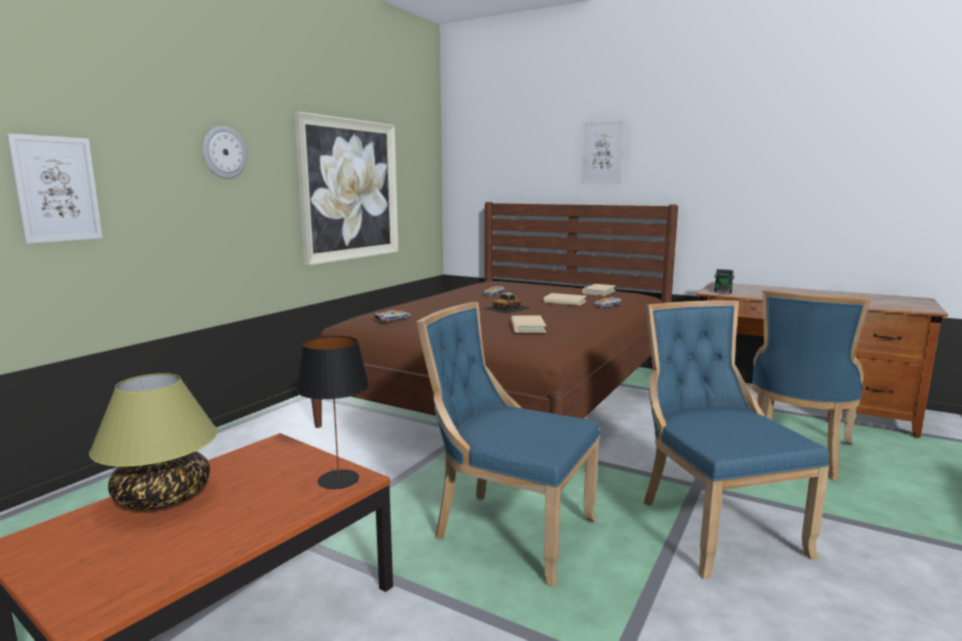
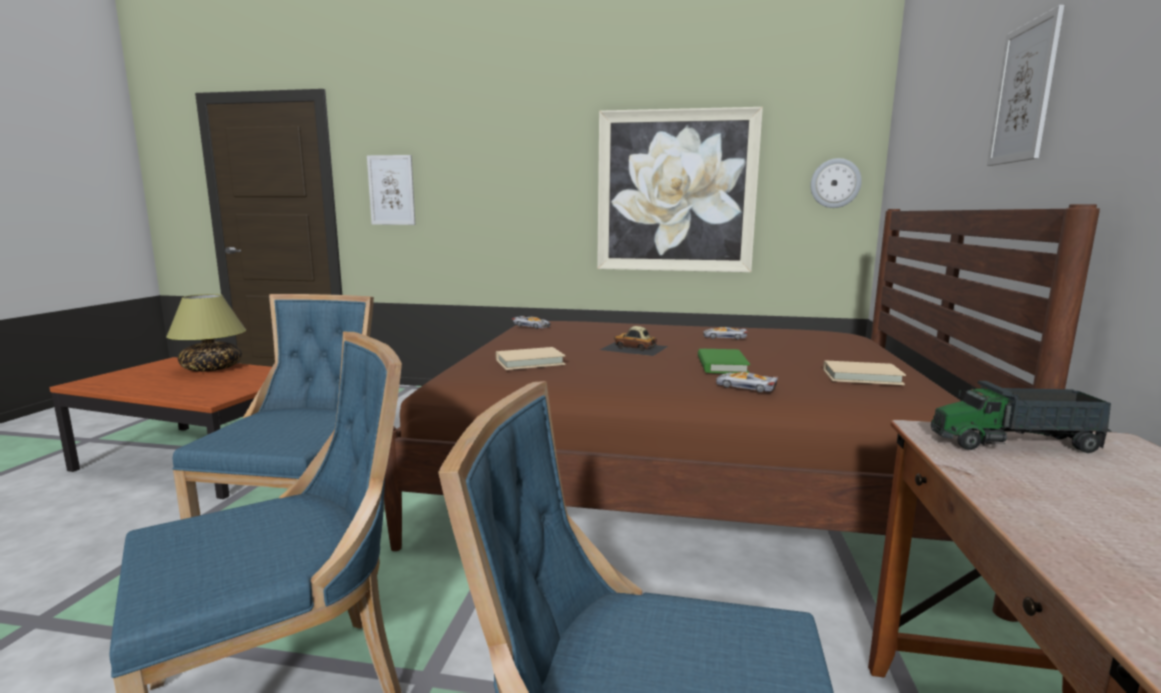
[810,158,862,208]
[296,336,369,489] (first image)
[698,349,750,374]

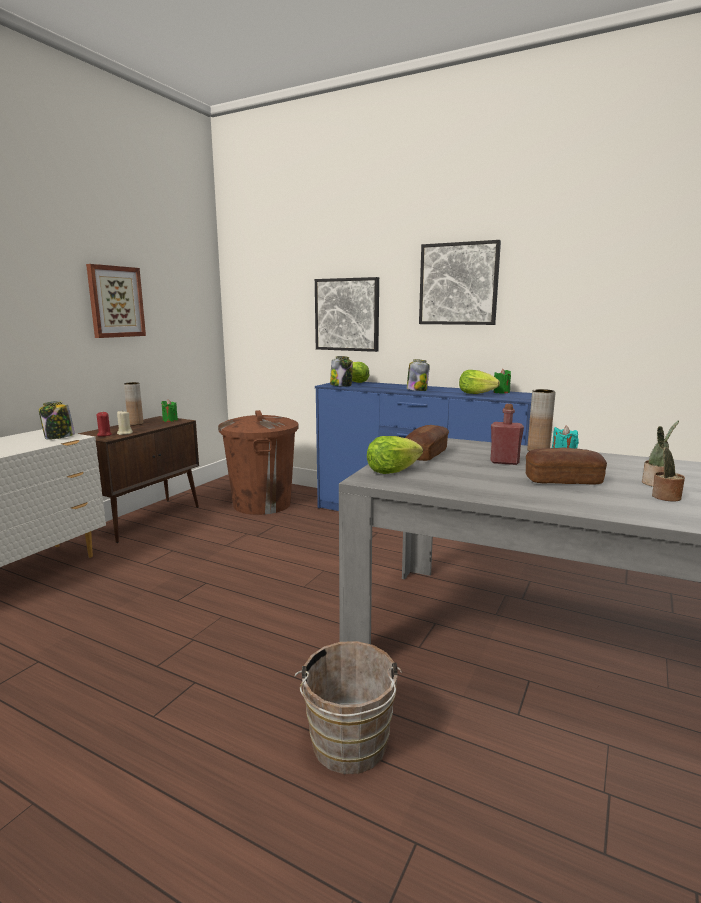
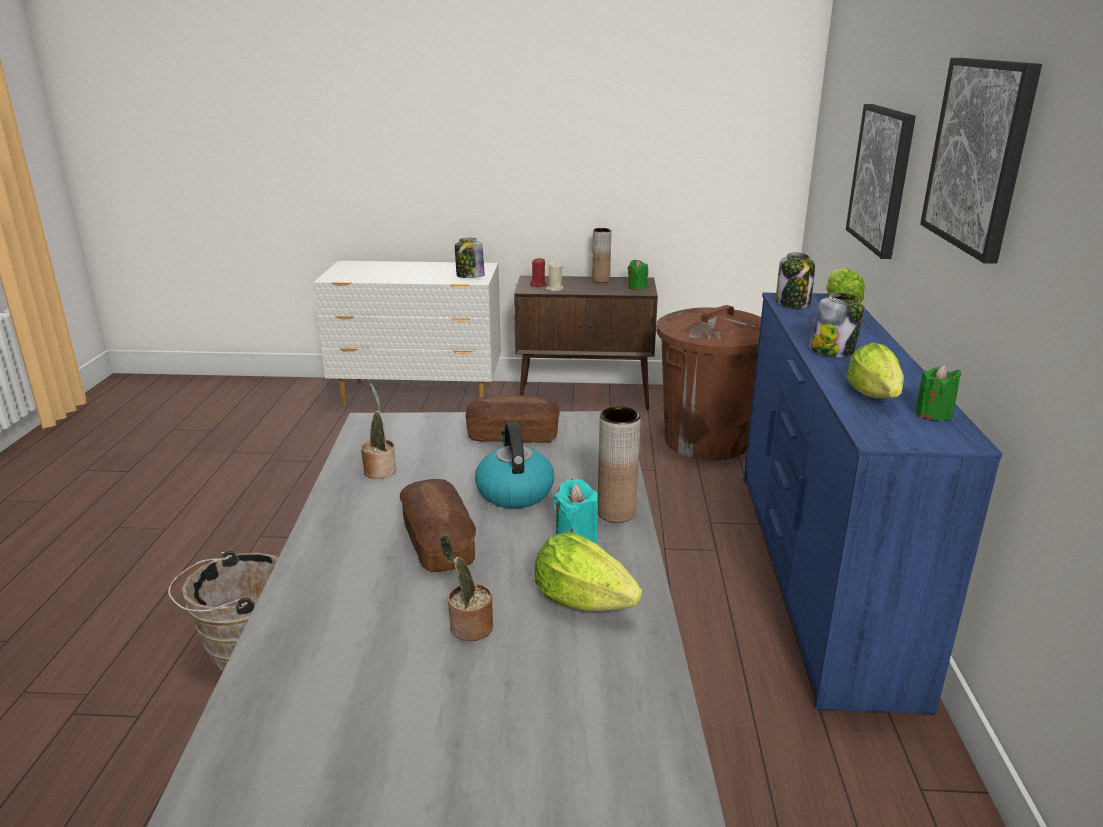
[86,264,146,338] (first image)
[535,532,642,611]
[475,421,554,508]
[361,382,396,479]

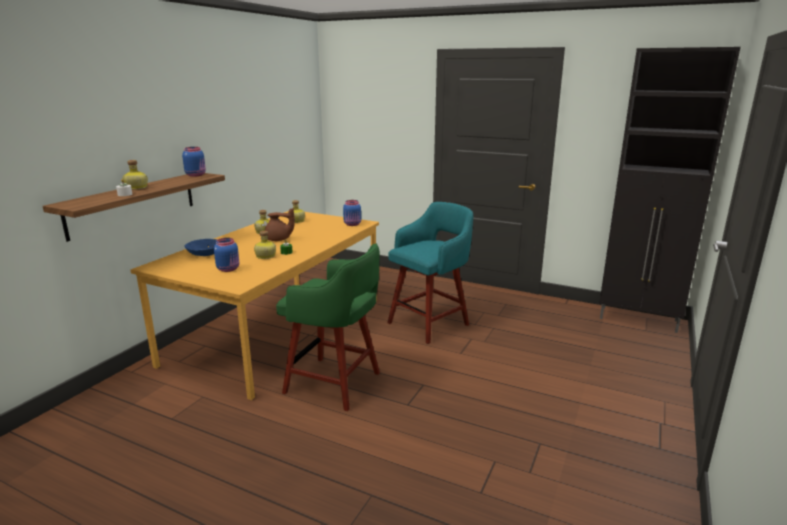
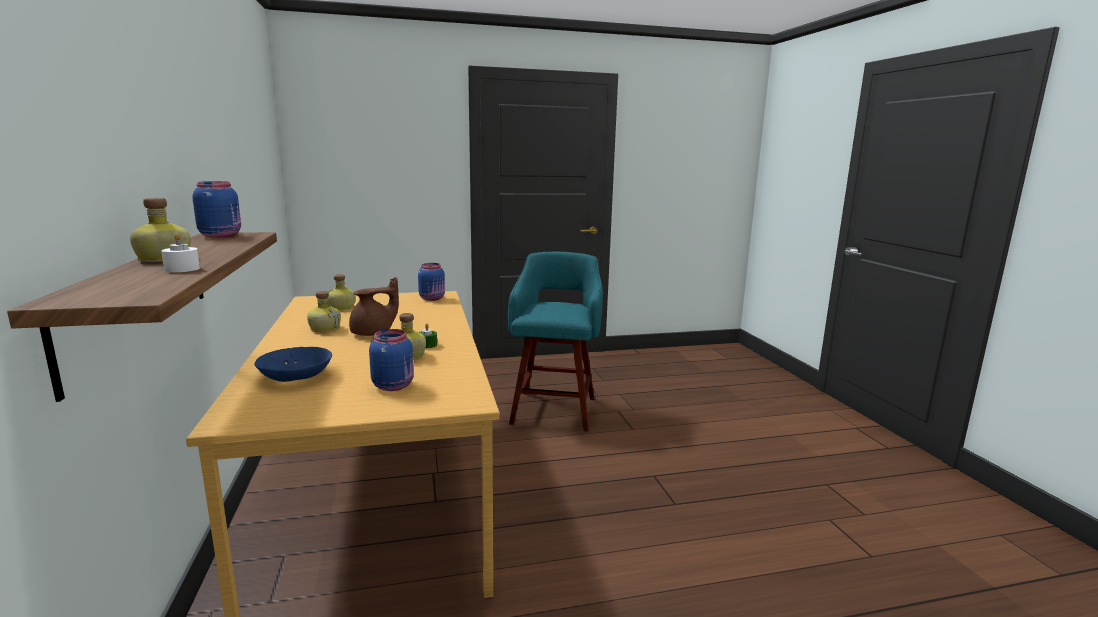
[276,243,380,411] (first image)
[599,47,741,333] (first image)

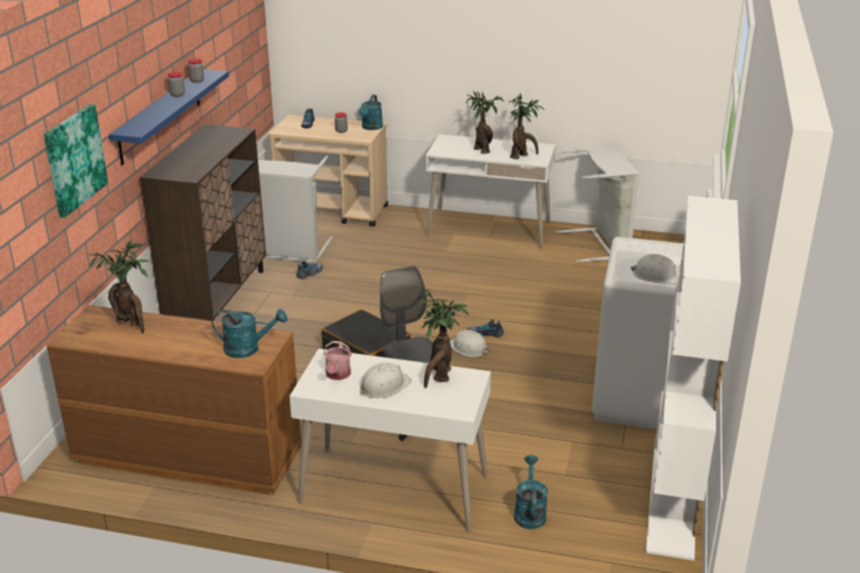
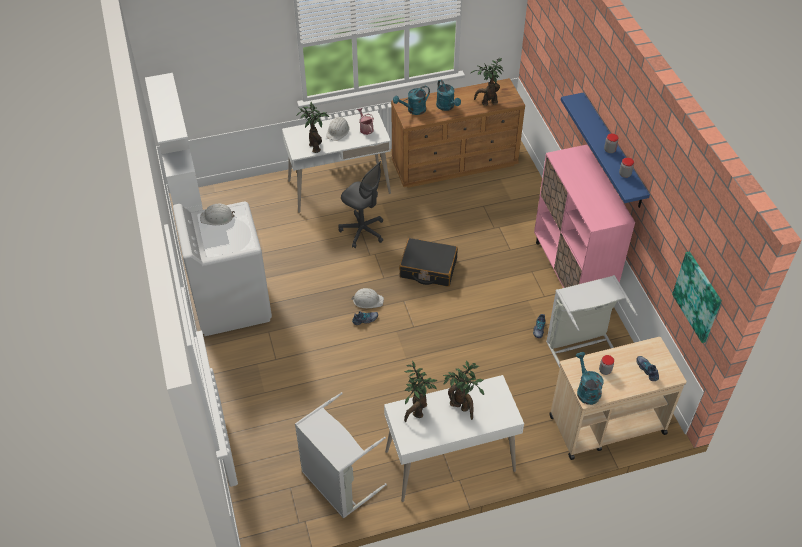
[672,251,722,343]
[534,145,635,288]
[436,80,461,111]

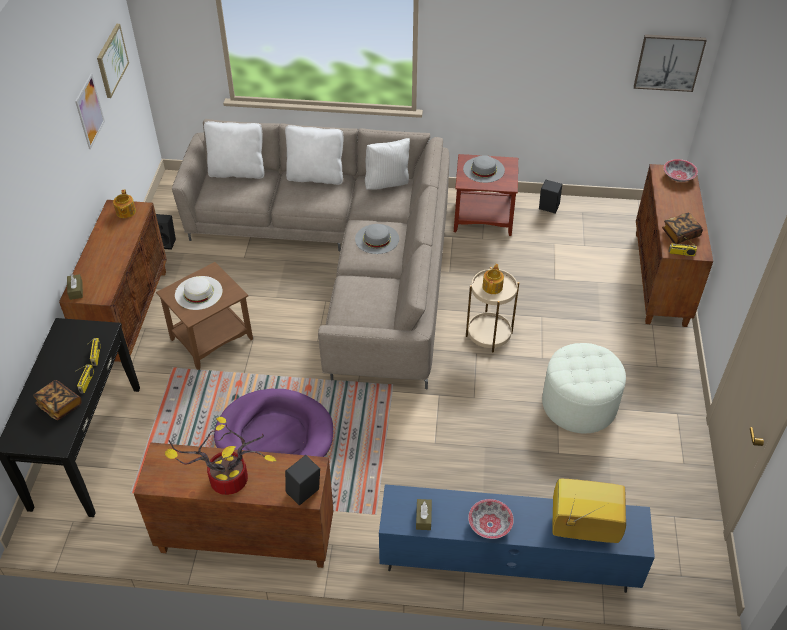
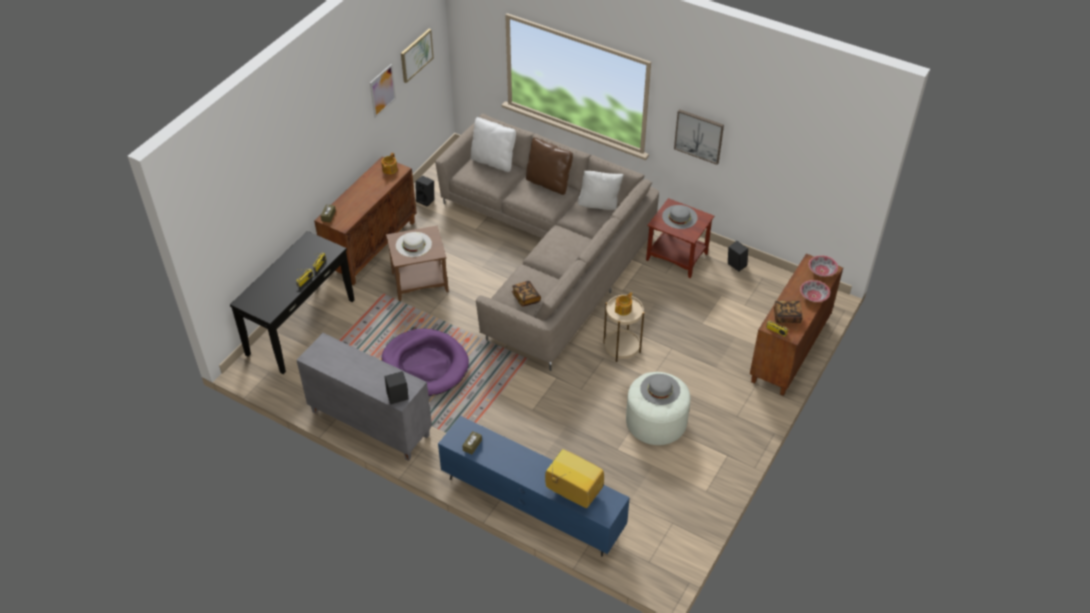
[512,281,541,307]
[297,333,432,461]
[165,417,277,495] (first image)
[526,138,573,195]
[640,374,680,405]
[800,280,830,302]
[674,109,724,165]

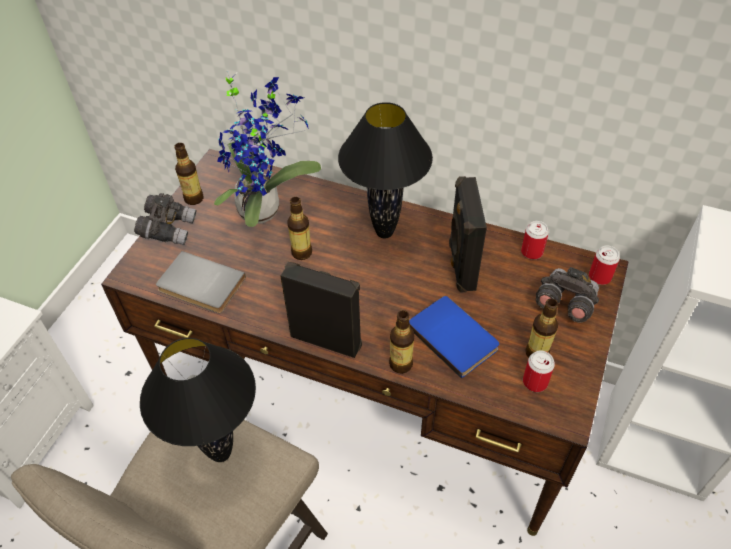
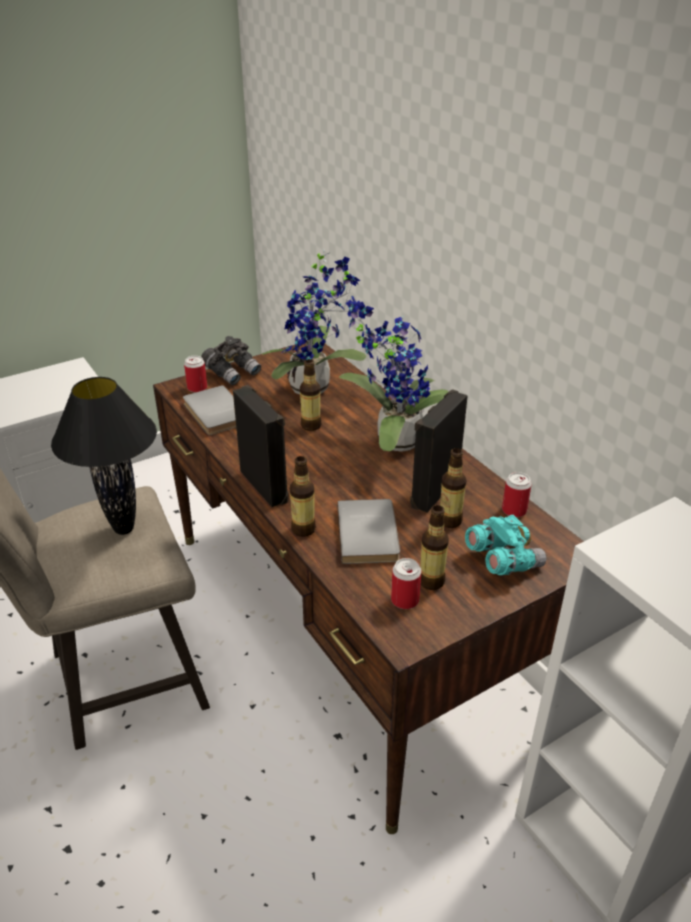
[440,448,466,528]
[339,300,449,452]
[337,499,400,564]
[465,515,547,575]
[184,356,207,393]

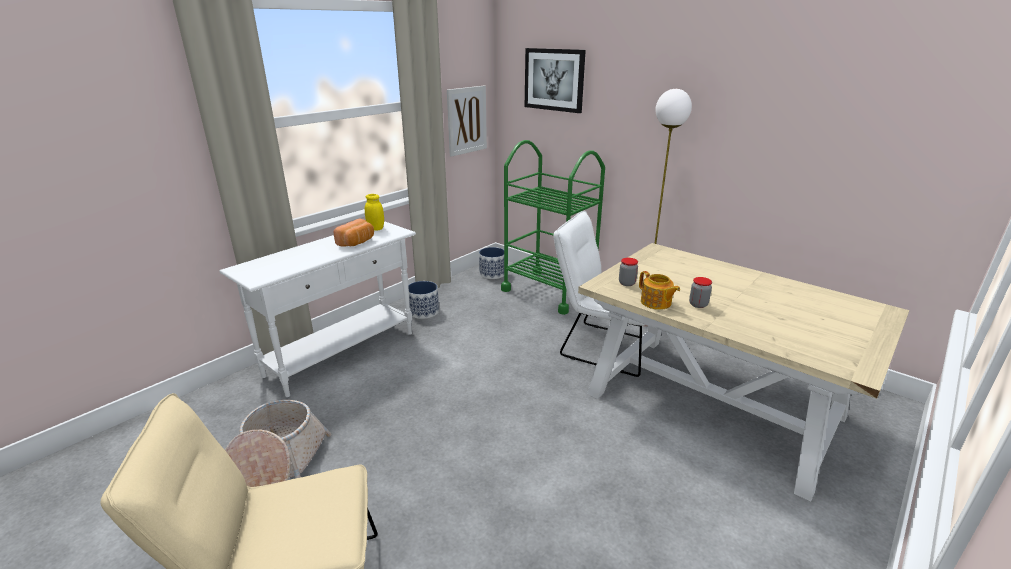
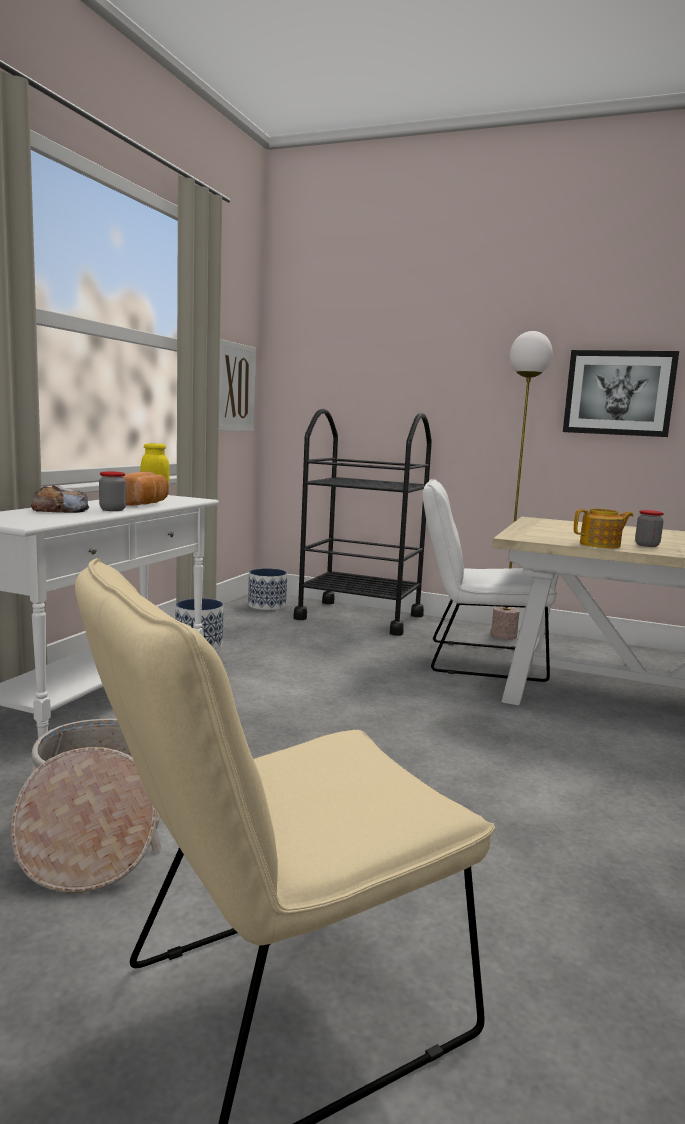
[293,409,432,636]
[563,350,679,437]
[99,471,127,511]
[574,509,634,548]
[31,485,89,513]

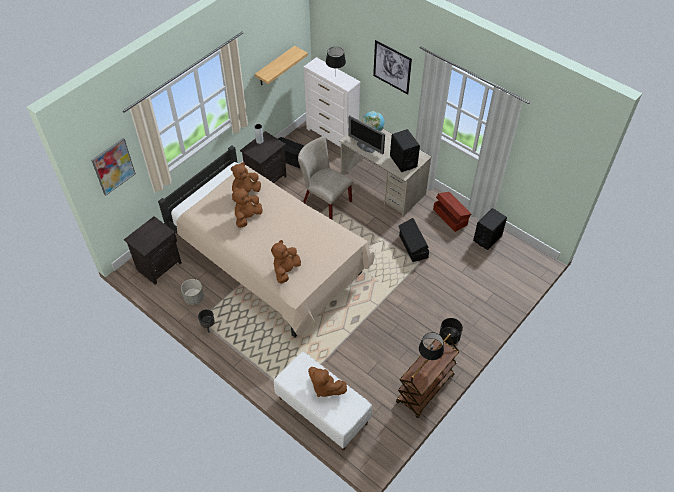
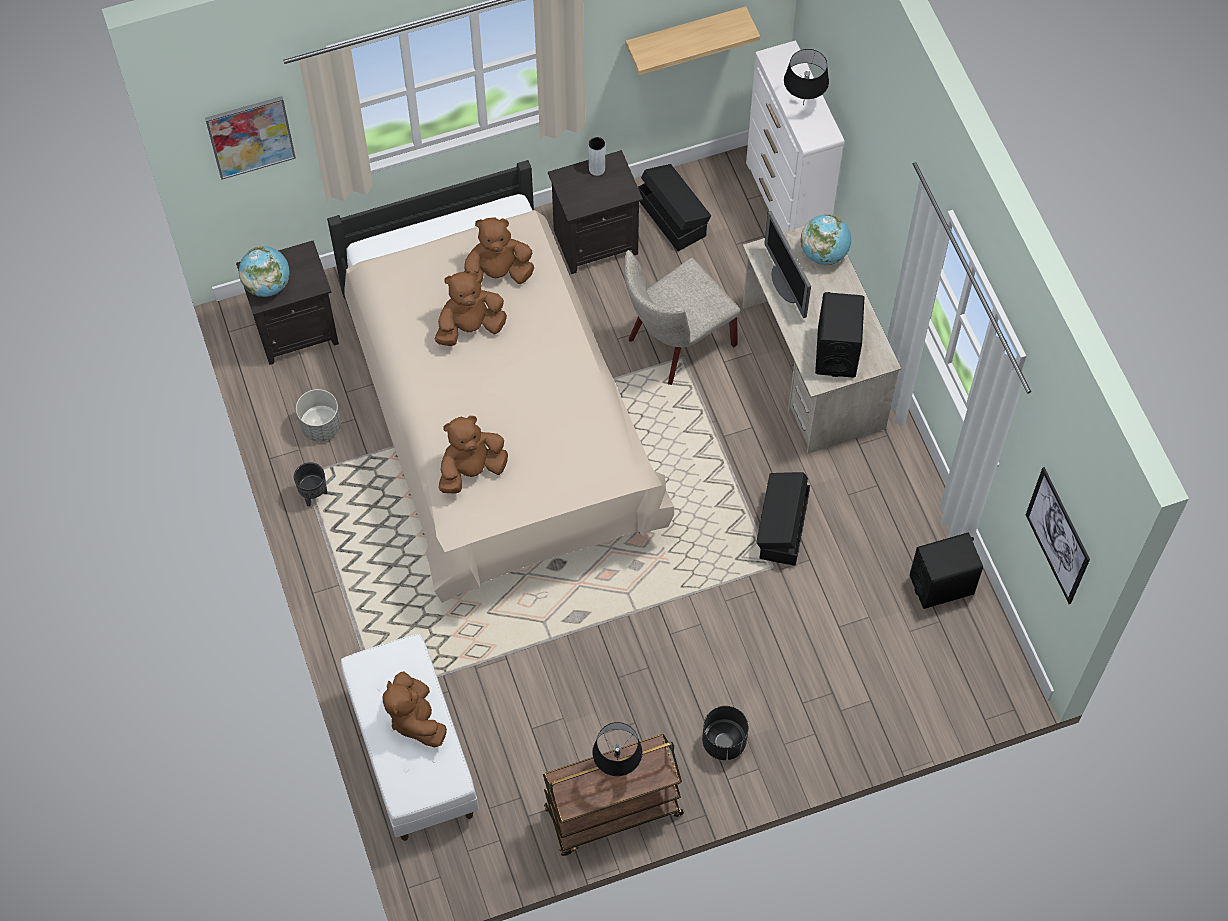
[624,250,740,385]
[1026,467,1090,604]
[433,192,471,232] (first image)
[239,246,290,297]

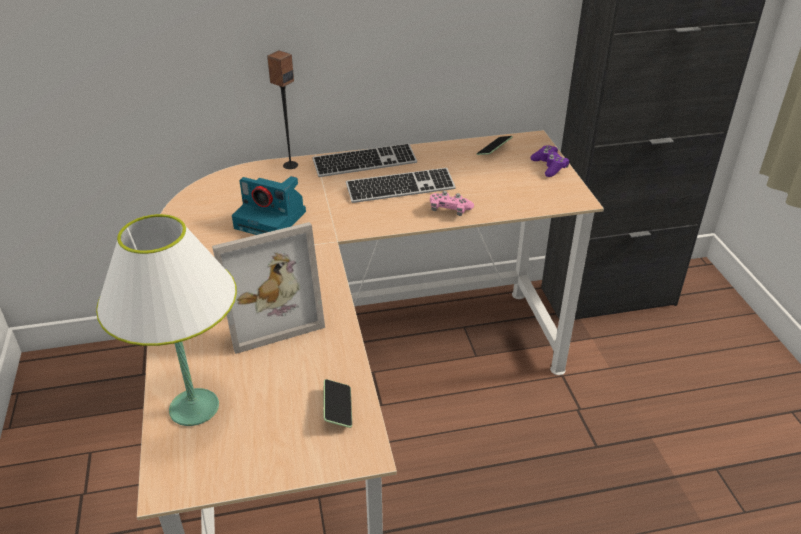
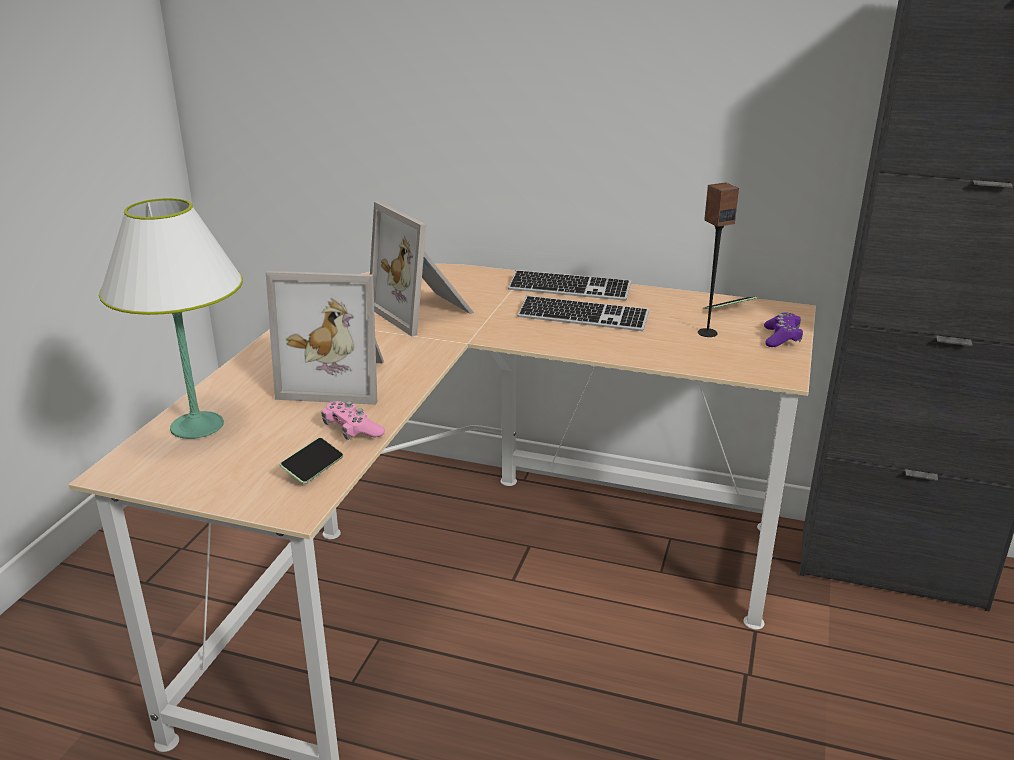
[370,202,474,336]
[698,183,739,337]
[322,401,385,440]

